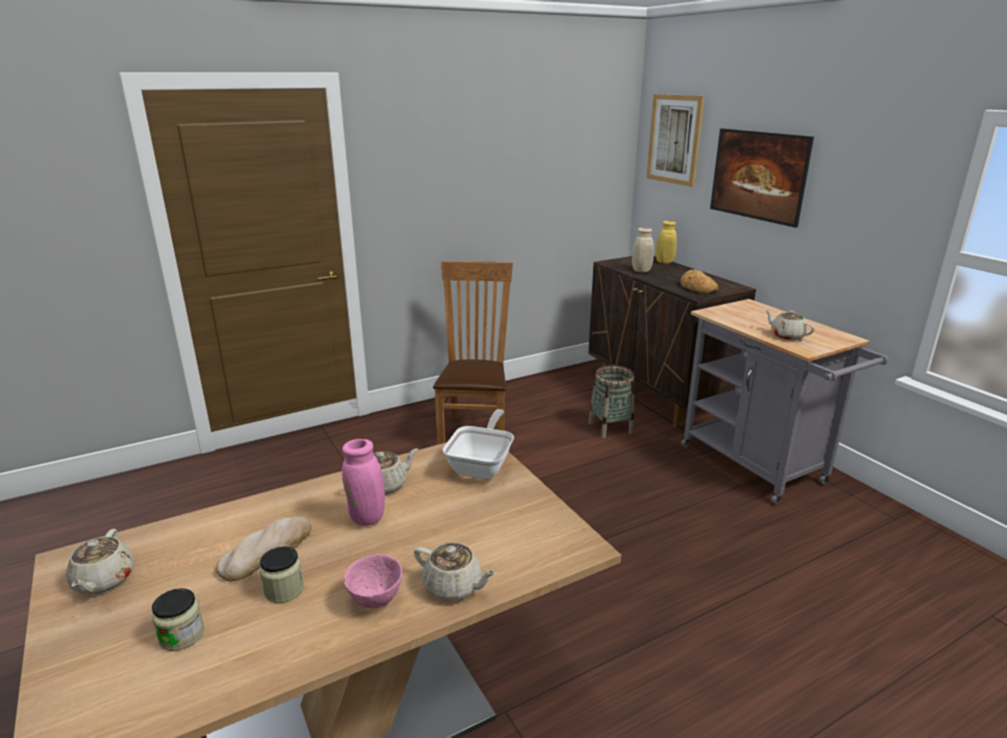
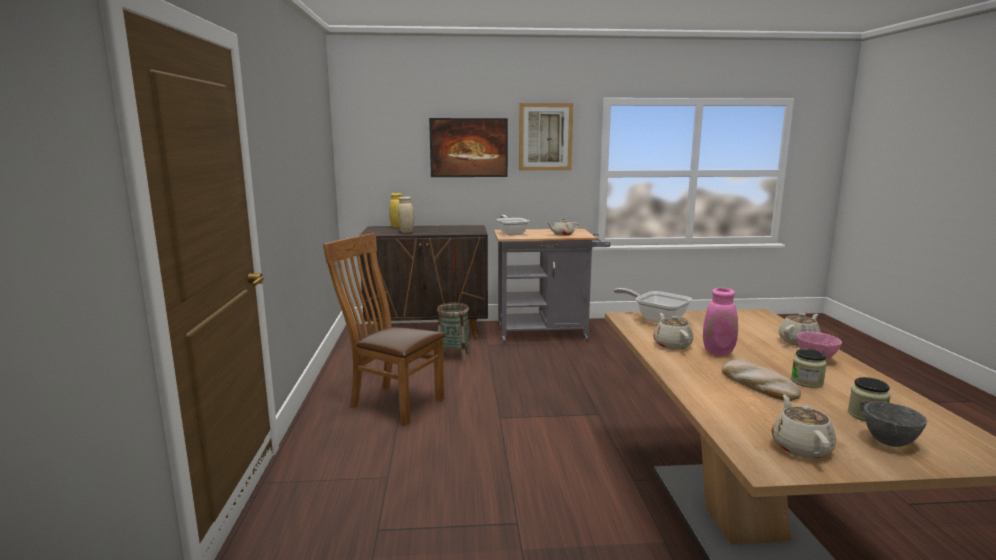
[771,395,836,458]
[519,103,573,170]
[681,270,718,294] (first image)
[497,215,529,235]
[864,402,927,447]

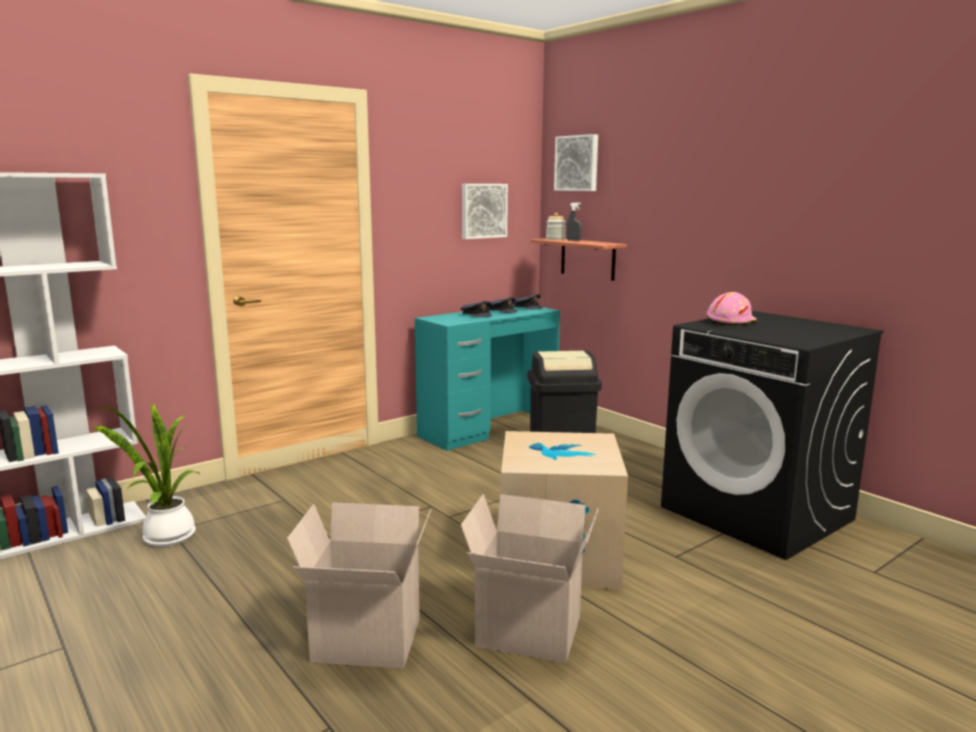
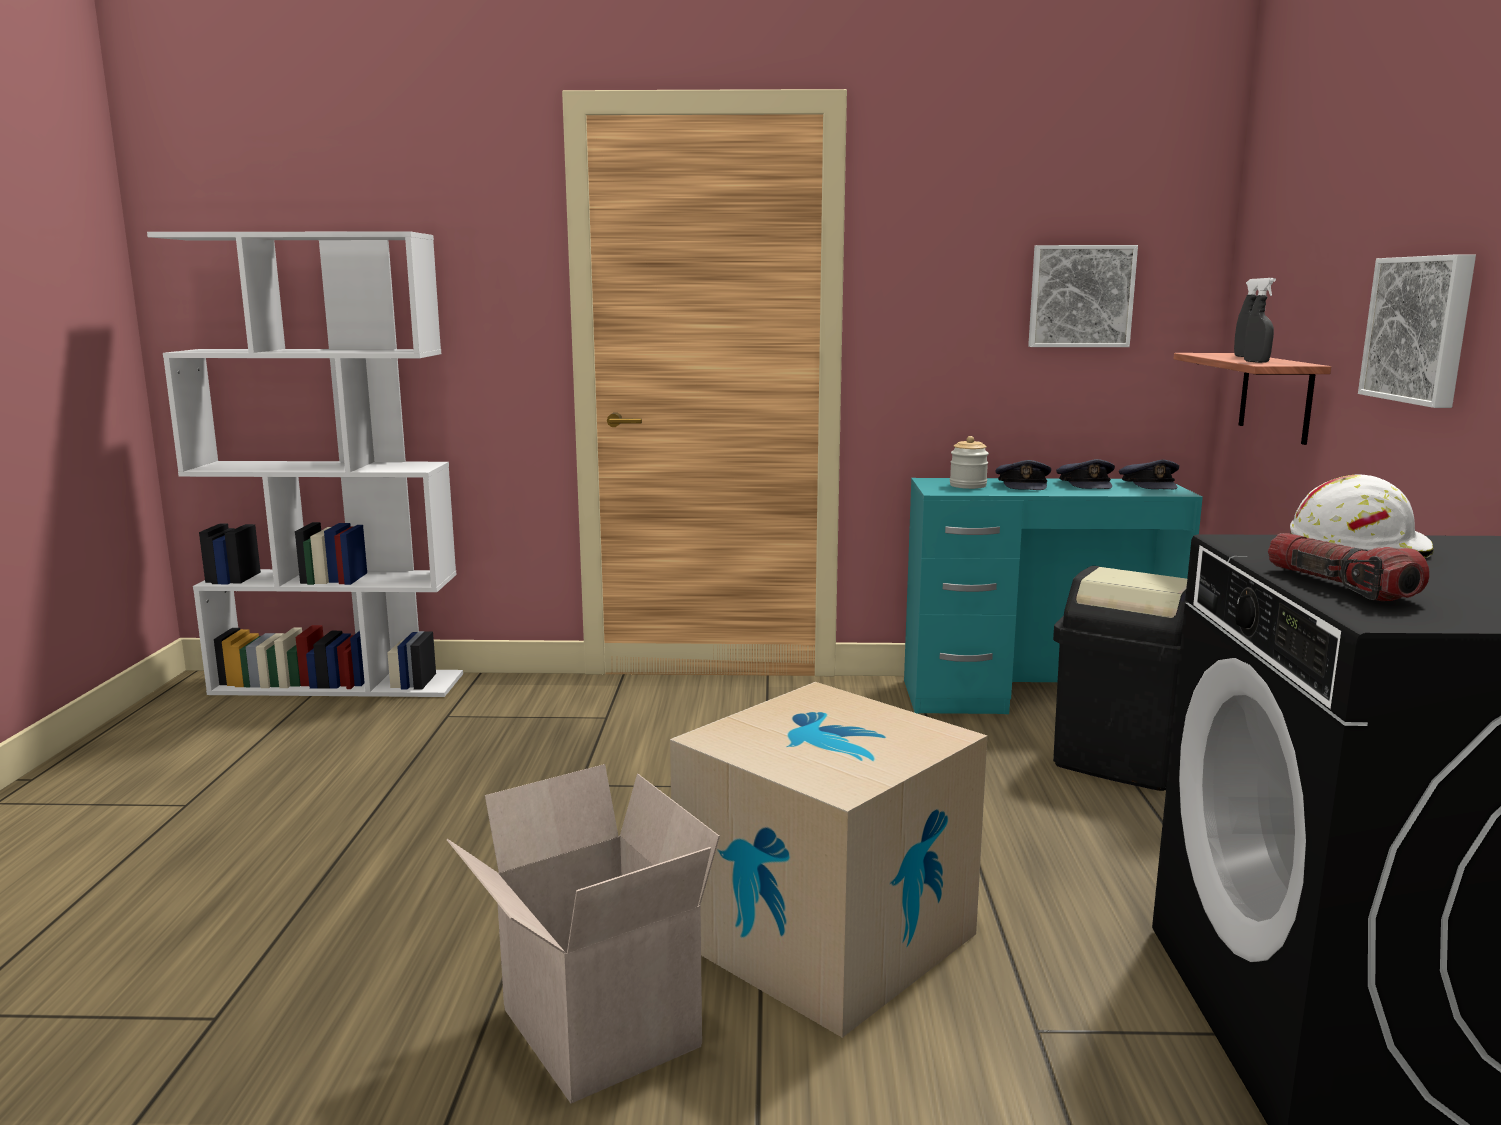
[94,403,200,547] (first image)
[287,502,431,668] (first image)
[950,436,989,489]
[1358,254,1476,408]
[1290,475,1433,558]
[1244,278,1276,363]
[1268,533,1430,601]

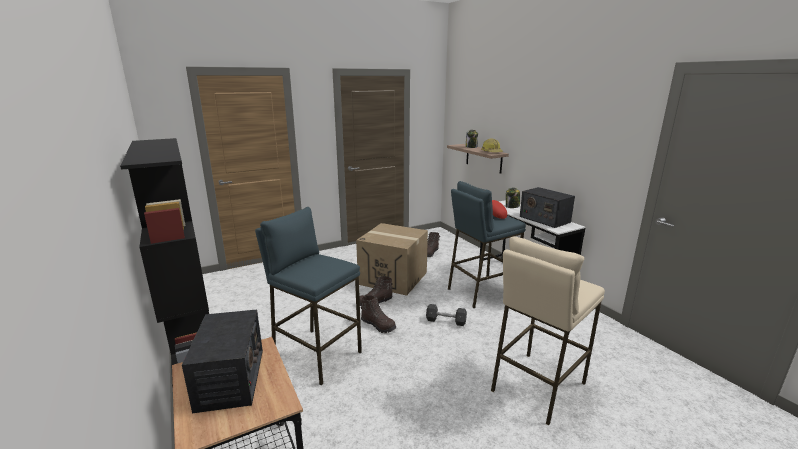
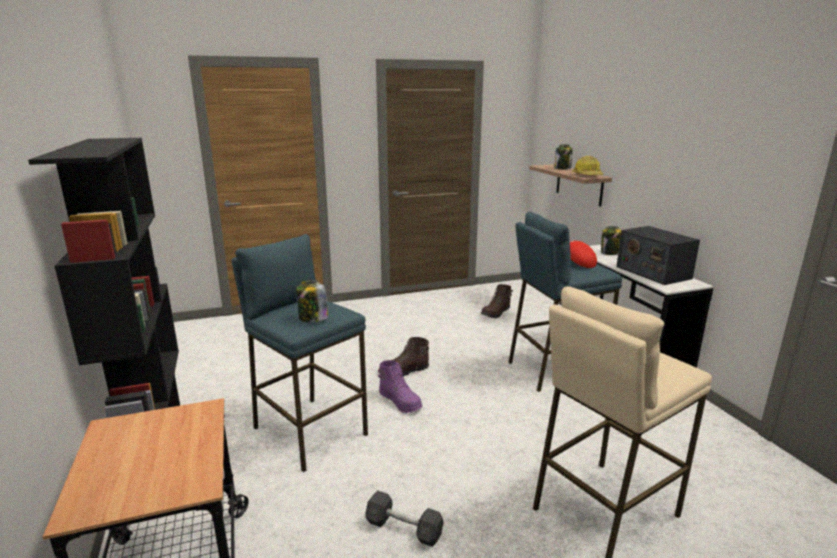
[182,309,263,413] (first image)
[356,223,428,296] (first image)
[378,360,422,413]
[365,490,444,547]
[296,280,328,322]

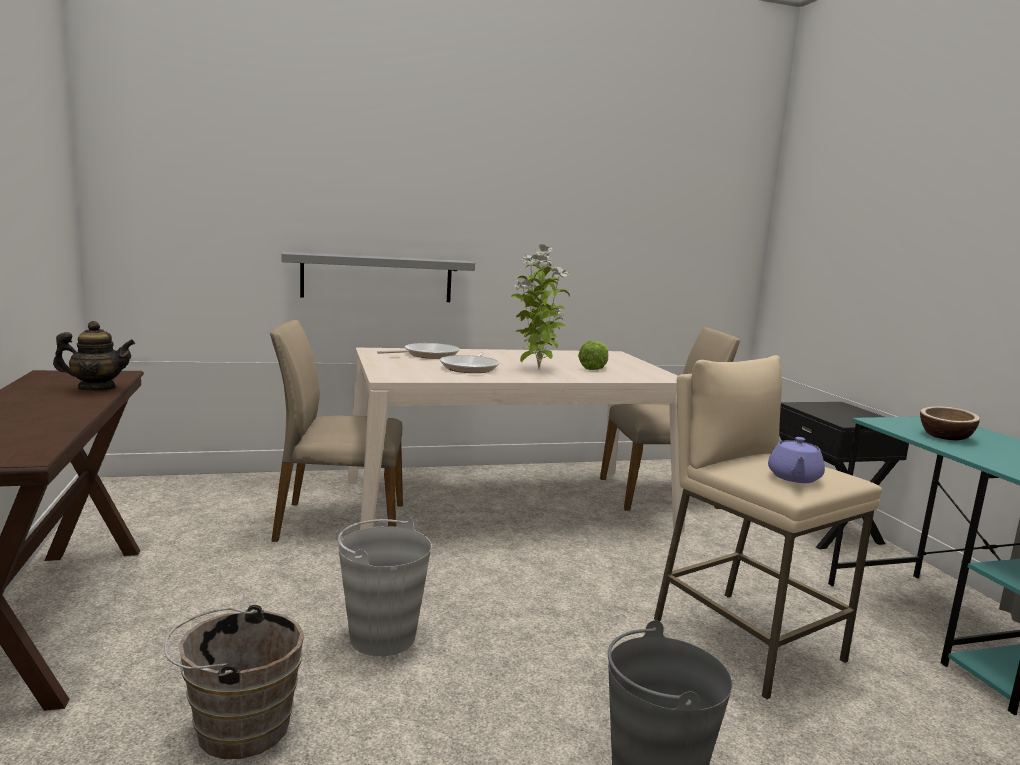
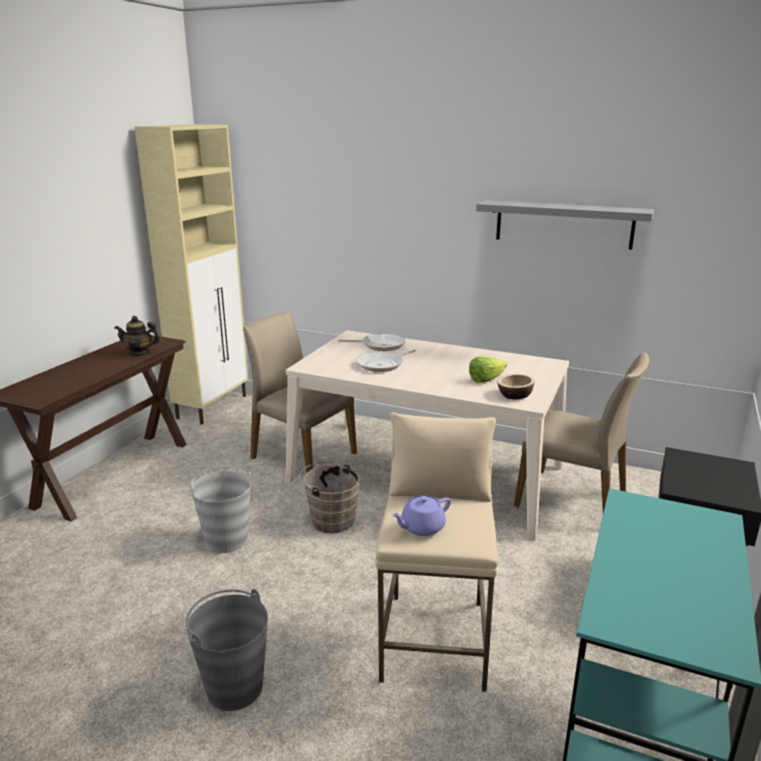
[115,316,160,357]
[298,462,360,533]
[476,200,654,249]
[511,244,570,369] (first image)
[497,374,535,399]
[135,124,248,424]

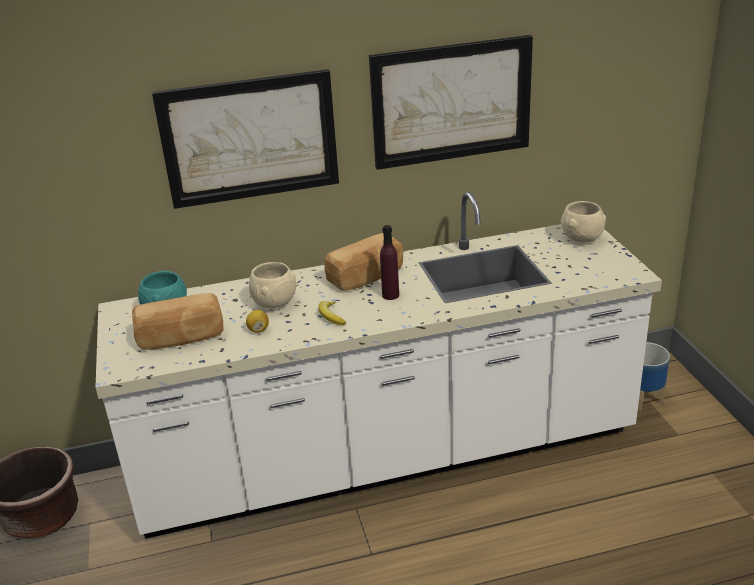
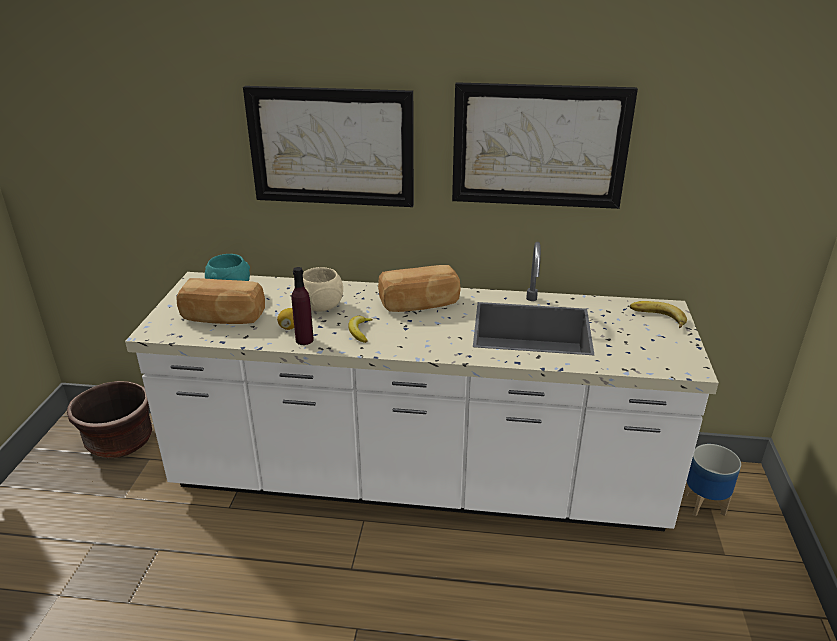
[292,267,314,345]
[630,301,687,328]

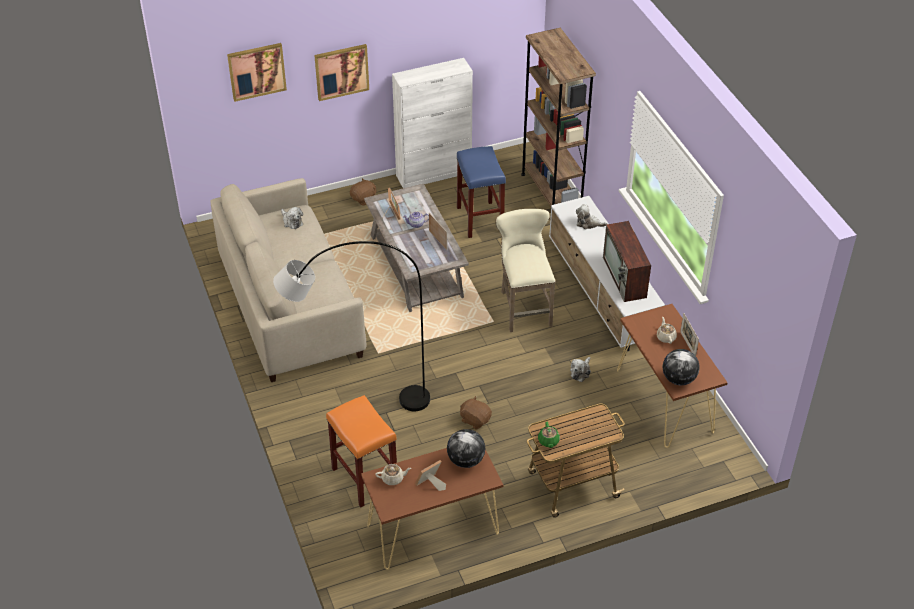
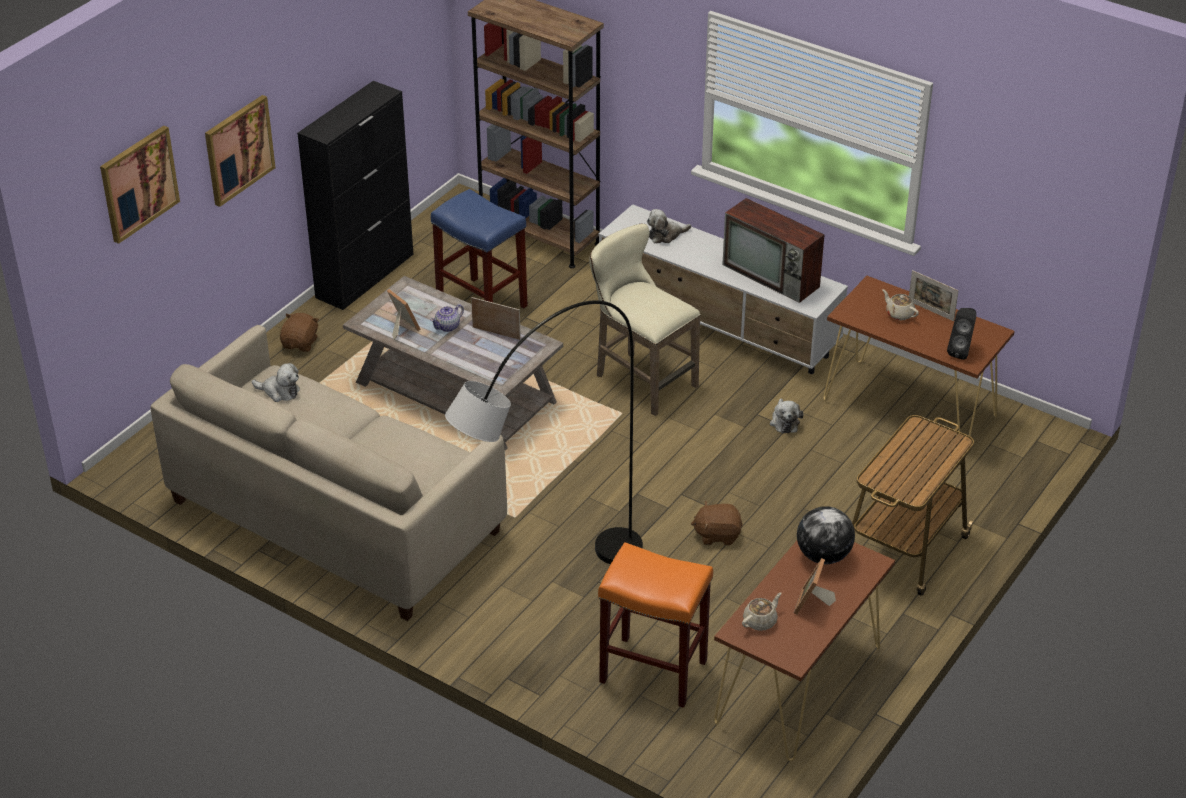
[297,81,413,310]
[538,422,560,448] (first image)
[947,308,976,360]

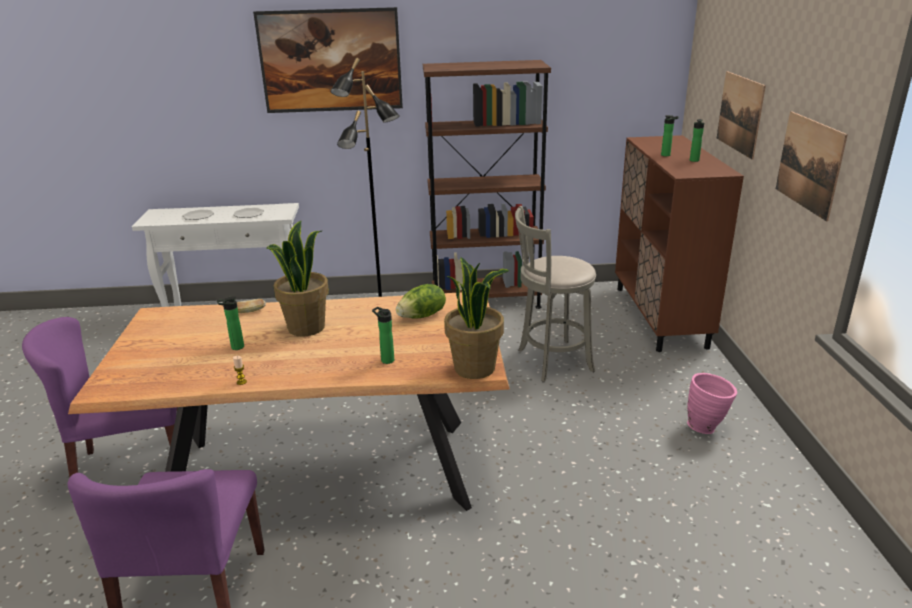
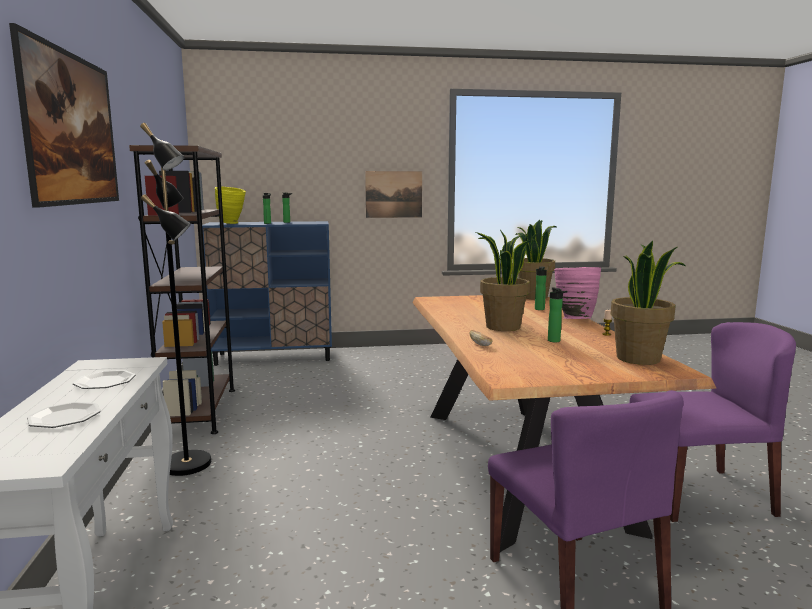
[396,284,446,319] (first image)
[515,206,596,382] (first image)
[202,221,332,366]
[554,267,601,319]
[717,71,766,160] (first image)
[215,187,246,224]
[611,241,686,365]

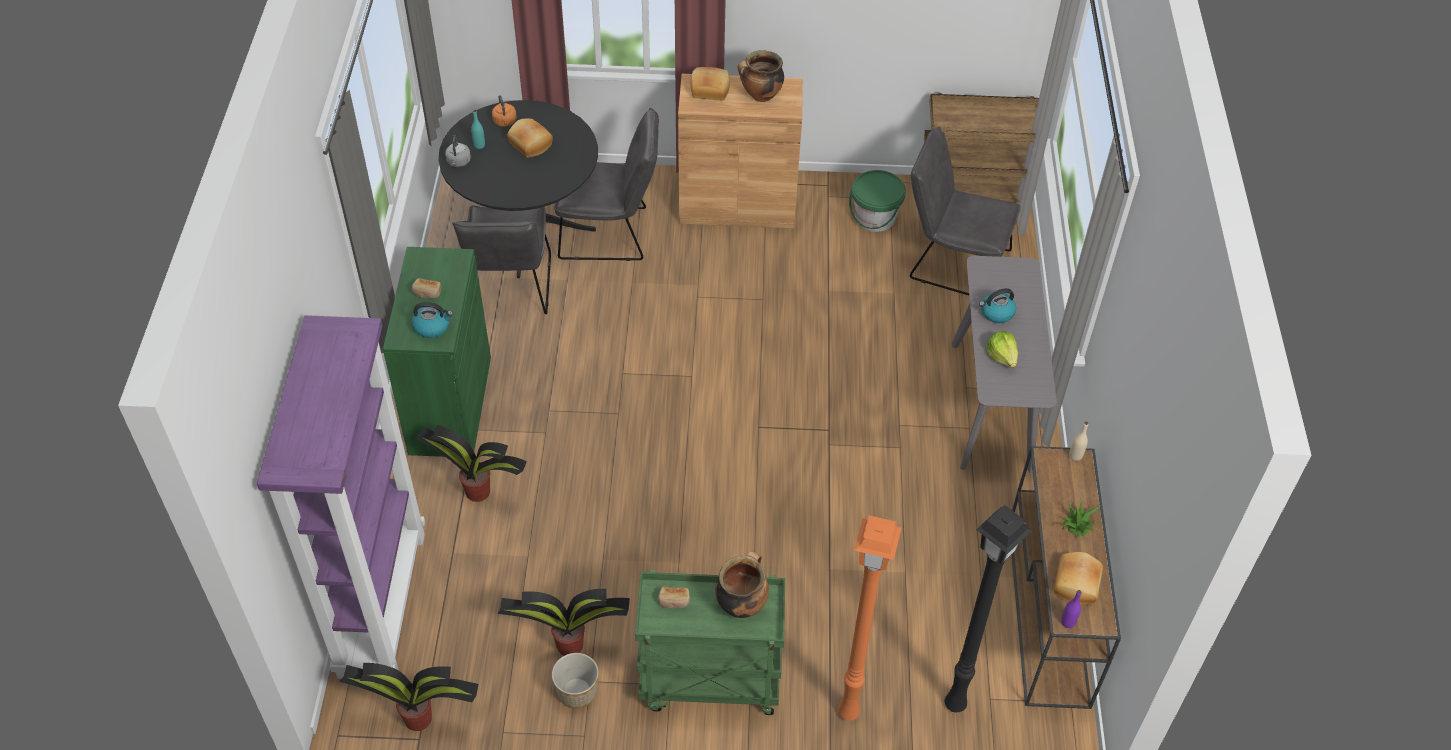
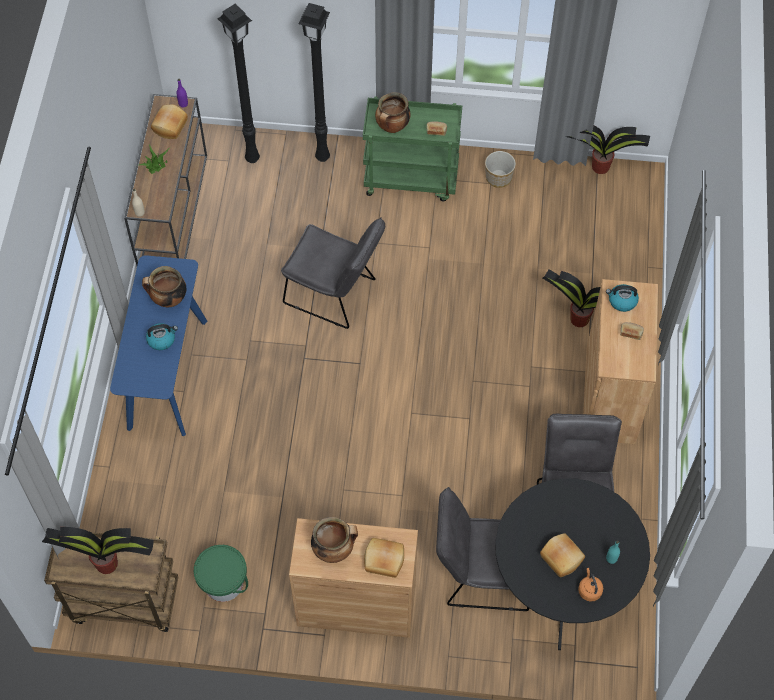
[257,315,425,679] (first image)
[583,279,658,444]
[445,135,471,167] (first image)
[42,527,154,574]
[298,3,330,162]
[281,217,385,329]
[110,255,207,436]
[142,266,186,307]

